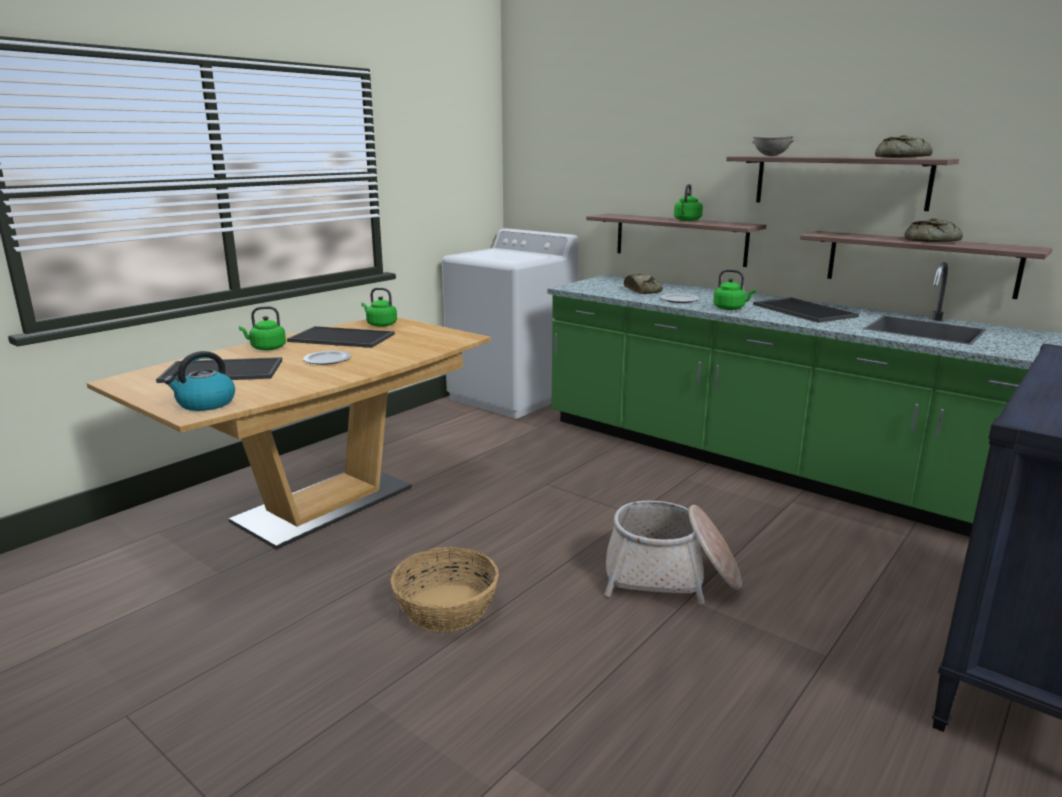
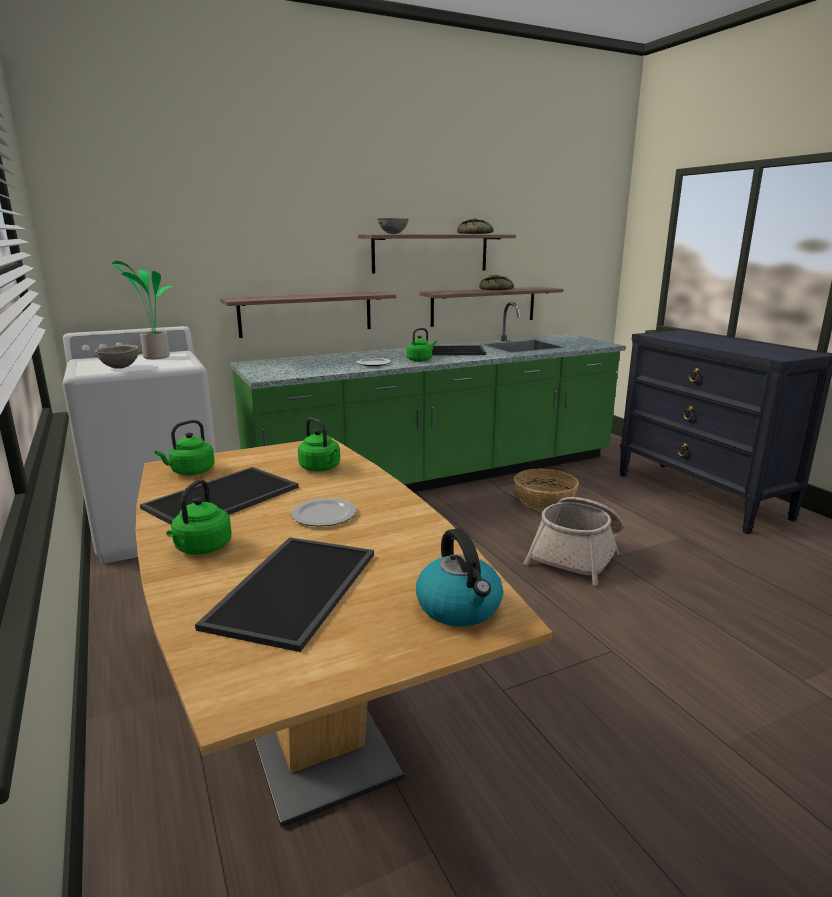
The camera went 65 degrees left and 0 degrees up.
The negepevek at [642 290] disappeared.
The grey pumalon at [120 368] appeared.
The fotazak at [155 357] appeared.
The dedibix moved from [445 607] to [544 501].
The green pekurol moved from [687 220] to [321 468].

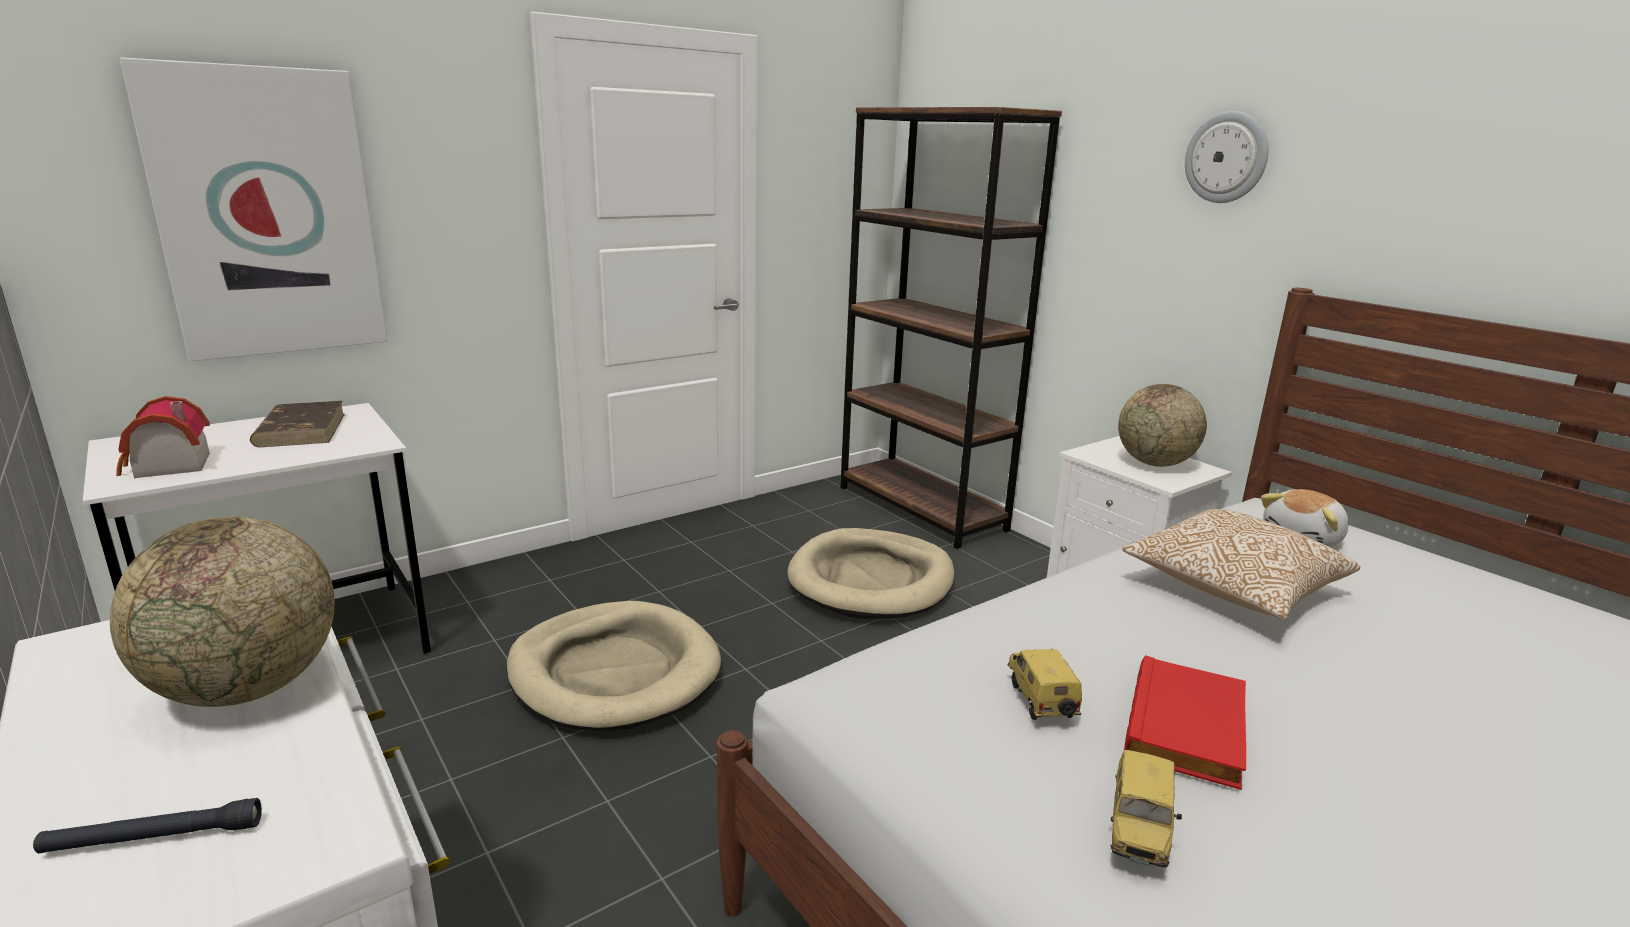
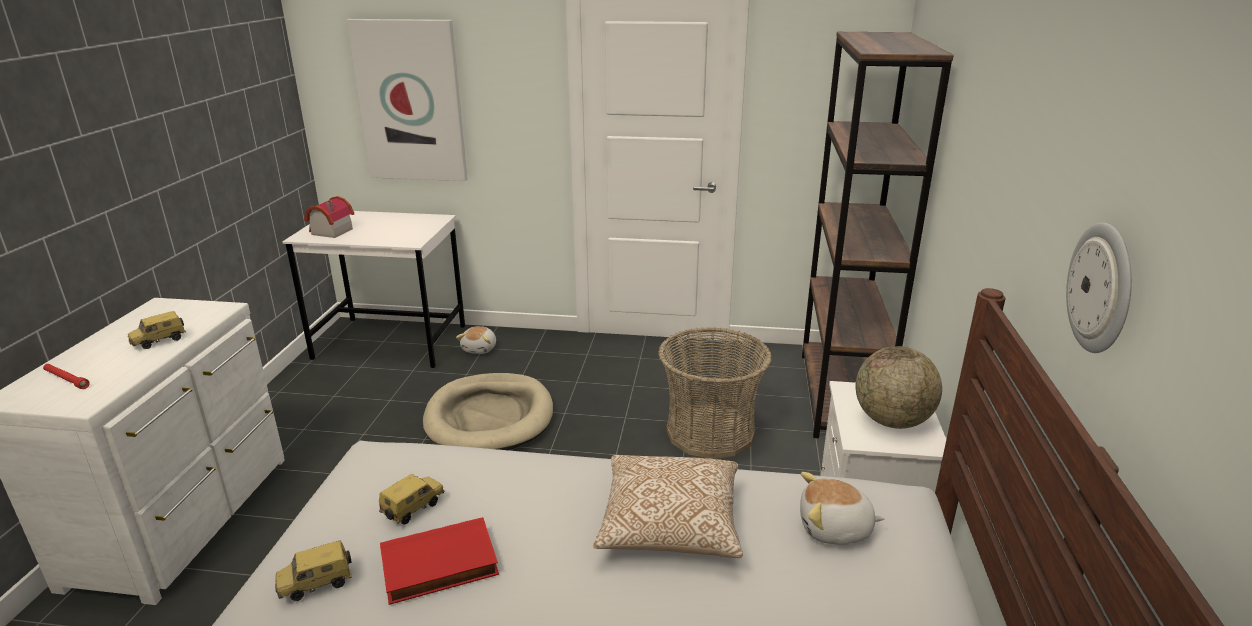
The camera went 45 degrees right and 5 degrees up.
The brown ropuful at [301 429] disappeared.
The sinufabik at [480 349] appeared.
The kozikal moved from [1226 157] to [1102 288].
The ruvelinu at [247 687] was replaced by the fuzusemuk at [160 342].
The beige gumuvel at [871 580] was replaced by the dedibix at [710 432].
The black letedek at [153 838] became the red letedek at [66 379].

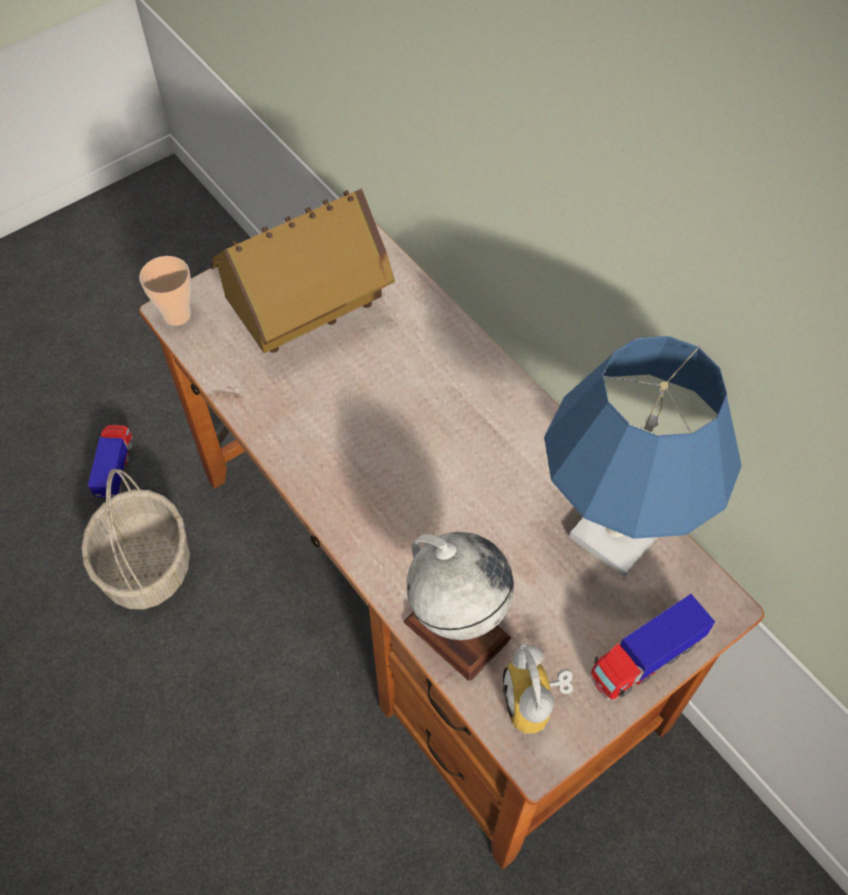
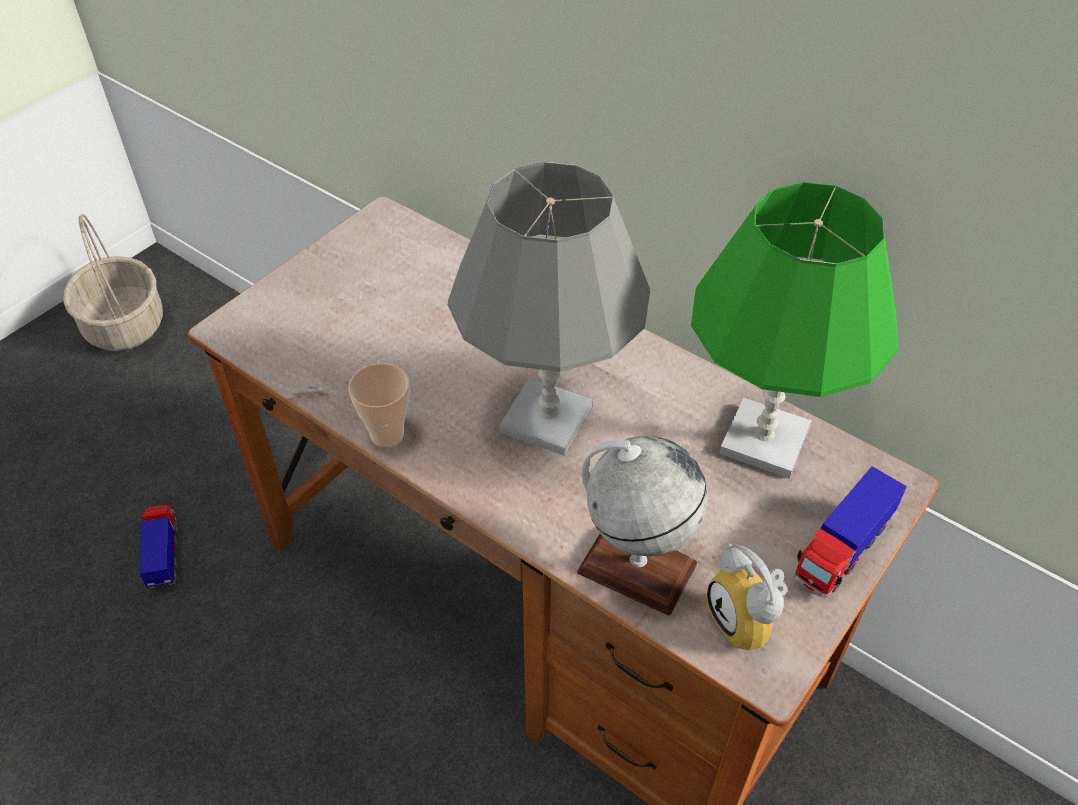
The camera went 15 degrees left and 10 degrees down.
The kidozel at [309 313] disappeared.
The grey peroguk at [547 419] appeared.
The dedibix moved from [147 566] to [125 326].
The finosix moved from [177 315] to [387 435].
The blue peroguk at [614 533] became the green peroguk at [763 440].

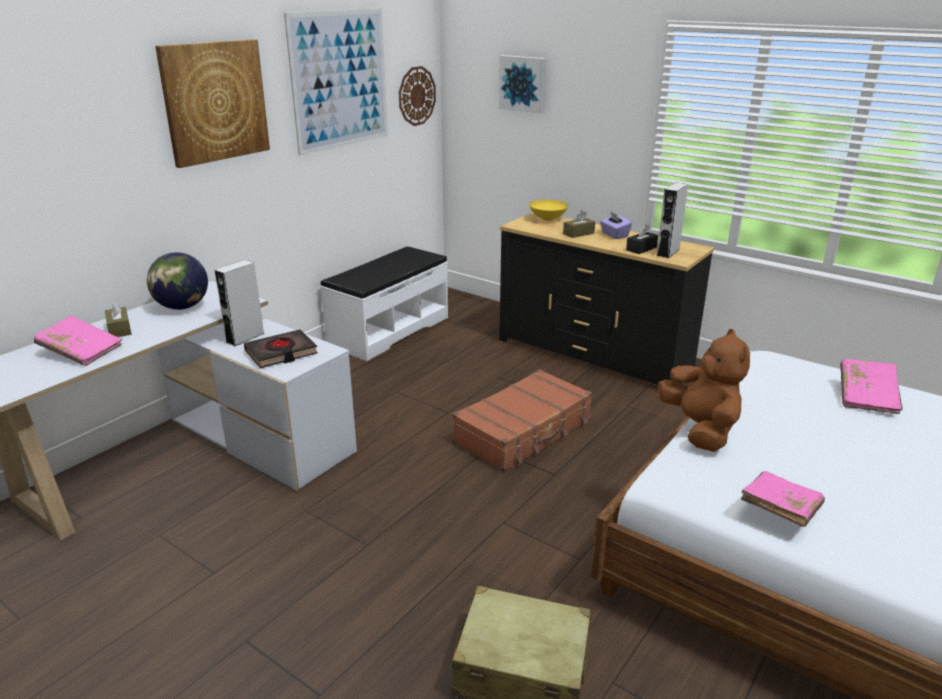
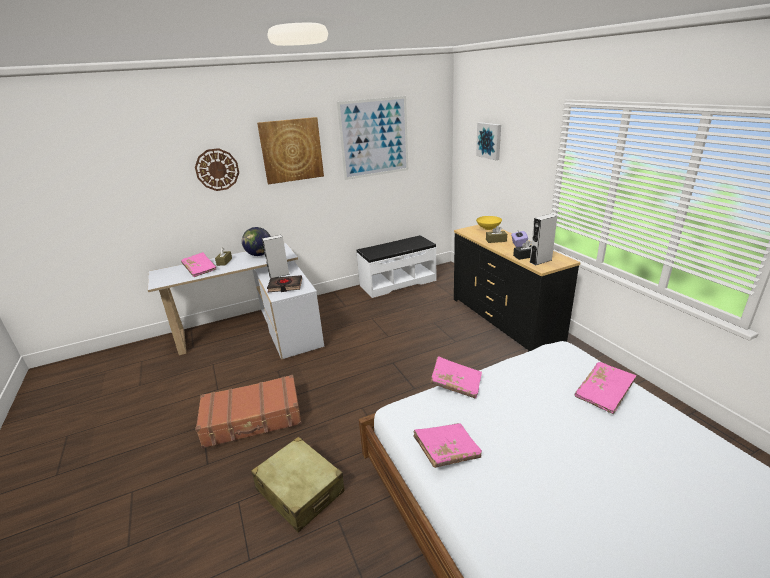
The camera went 30 degrees right and 0 degrees up.
The kozikal moved from [416 96] to [217 169].
The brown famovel moved from [524 432] to [253 419].
The brown sinufabik at [700 429] was replaced by the pink ropuful at [456 384].

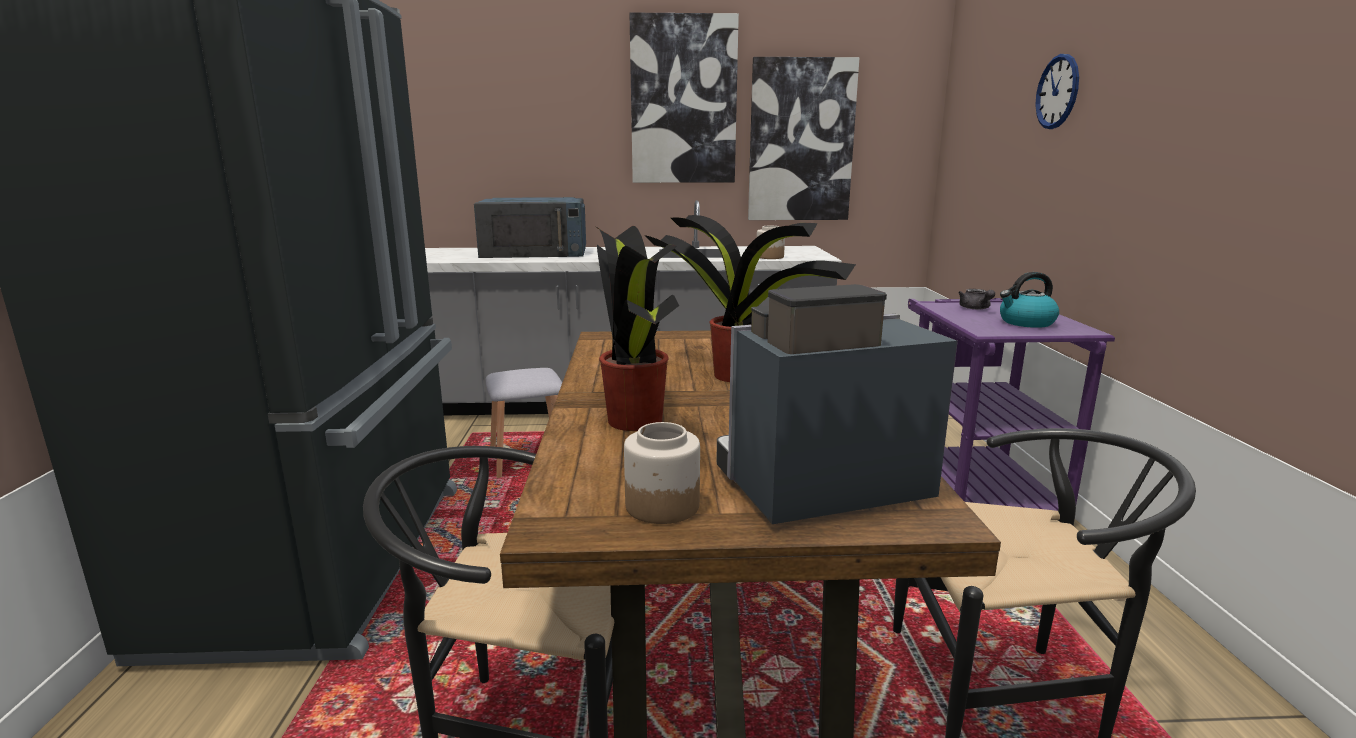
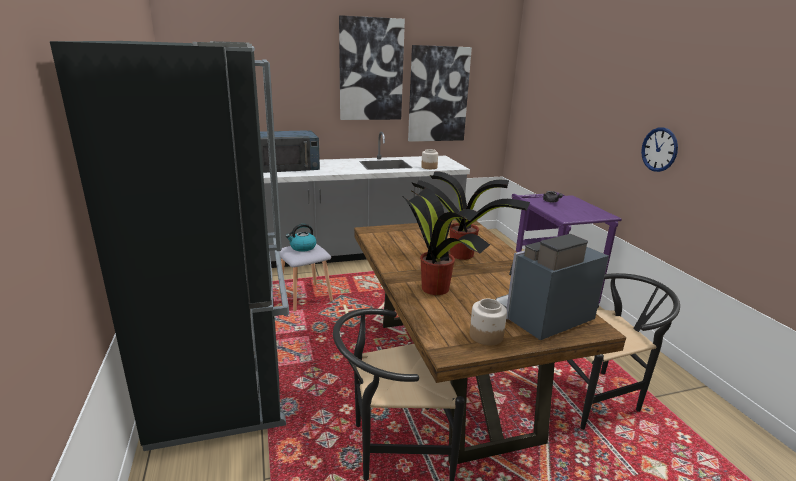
The camera went 15 degrees left and 5 degrees up.
The pekurol moved from [1026 322] to [302 247].
The kozikal moved from [1057 92] to [659 149].

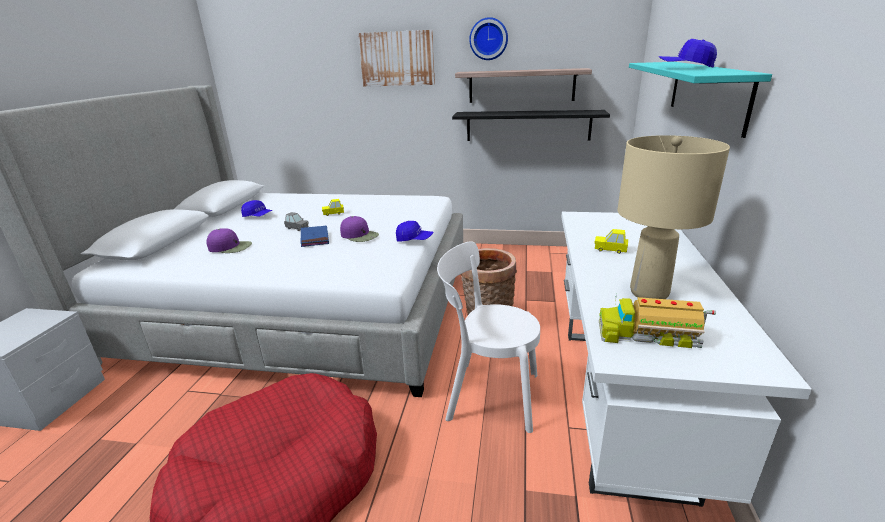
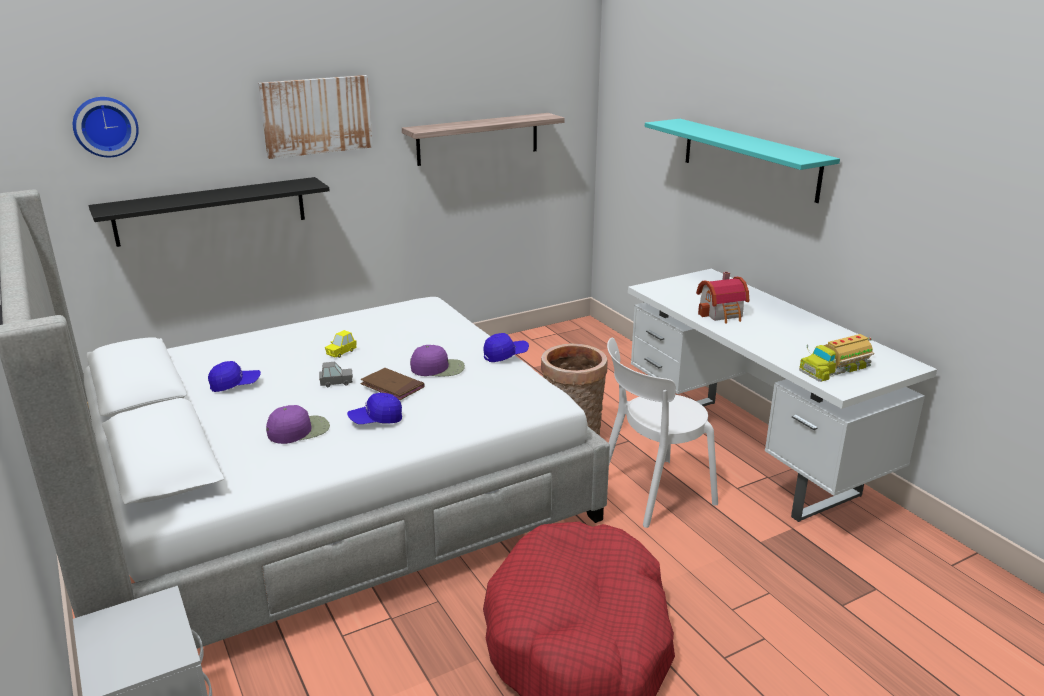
The camera went 40 degrees left and 0 degrees up.
The beige peroguk at [649 293] disappeared.
The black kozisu moved from [528 125] to [211 211].
The kozikal moved from [488 39] to [105 126].
The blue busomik moved from [685 68] to [376 420].
The yellow fuzusemuk at [610 249] was replaced by the kidozel at [723 314].
The blue ropuful at [314 238] became the brown ropuful at [392 386].

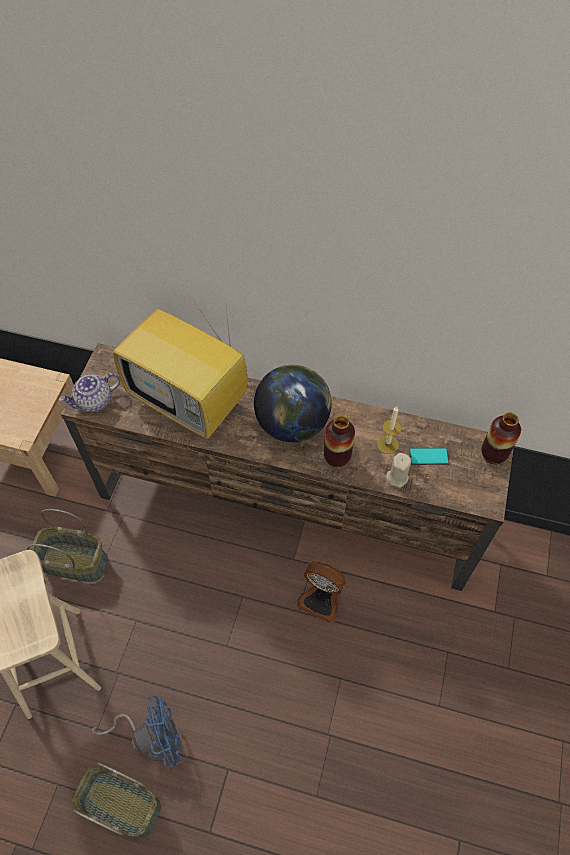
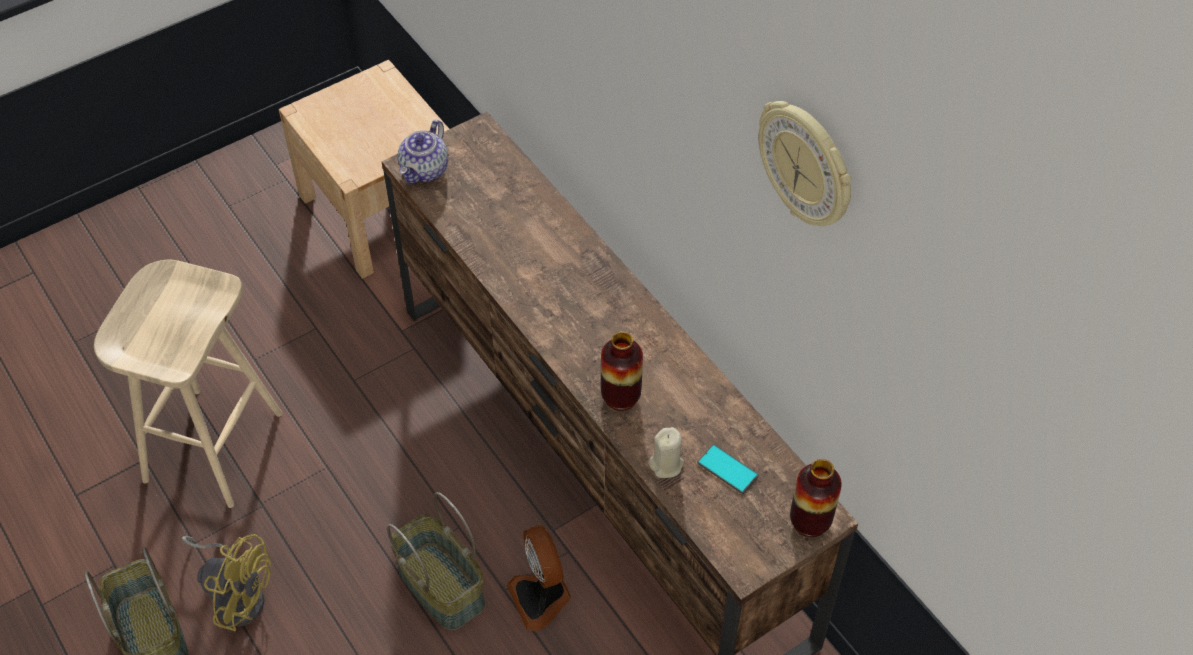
The camera went 40 degrees right and 5 degrees down.
The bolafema at [191 402] disappeared.
The ruvelinu at [292 423] disappeared.
The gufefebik at [387 444] disappeared.
The kozikal at [807 165] appeared.
The dedibix moved from [76 561] to [443 586].
The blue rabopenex at [152 737] became the yellow rabopenex at [237 594].
The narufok at [94 402] turned 75 degrees counterclockwise.

